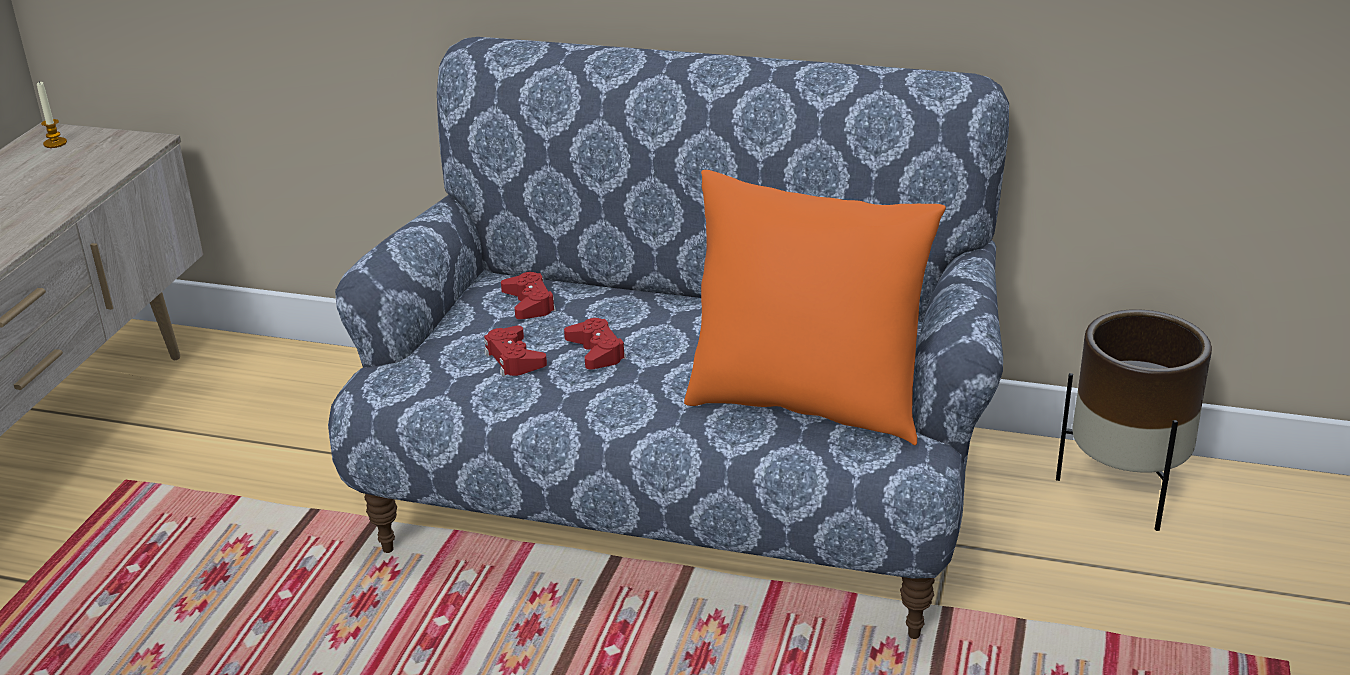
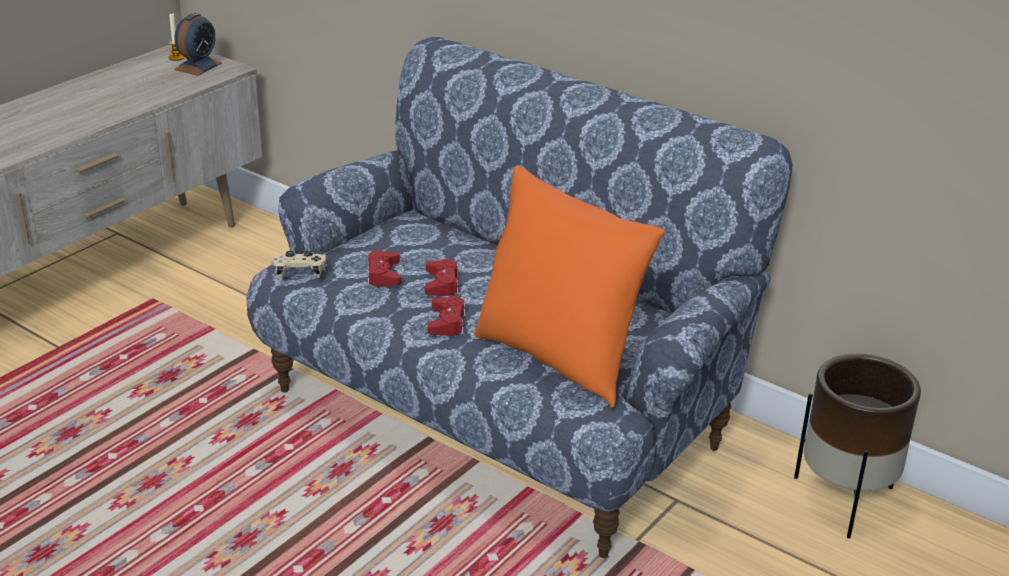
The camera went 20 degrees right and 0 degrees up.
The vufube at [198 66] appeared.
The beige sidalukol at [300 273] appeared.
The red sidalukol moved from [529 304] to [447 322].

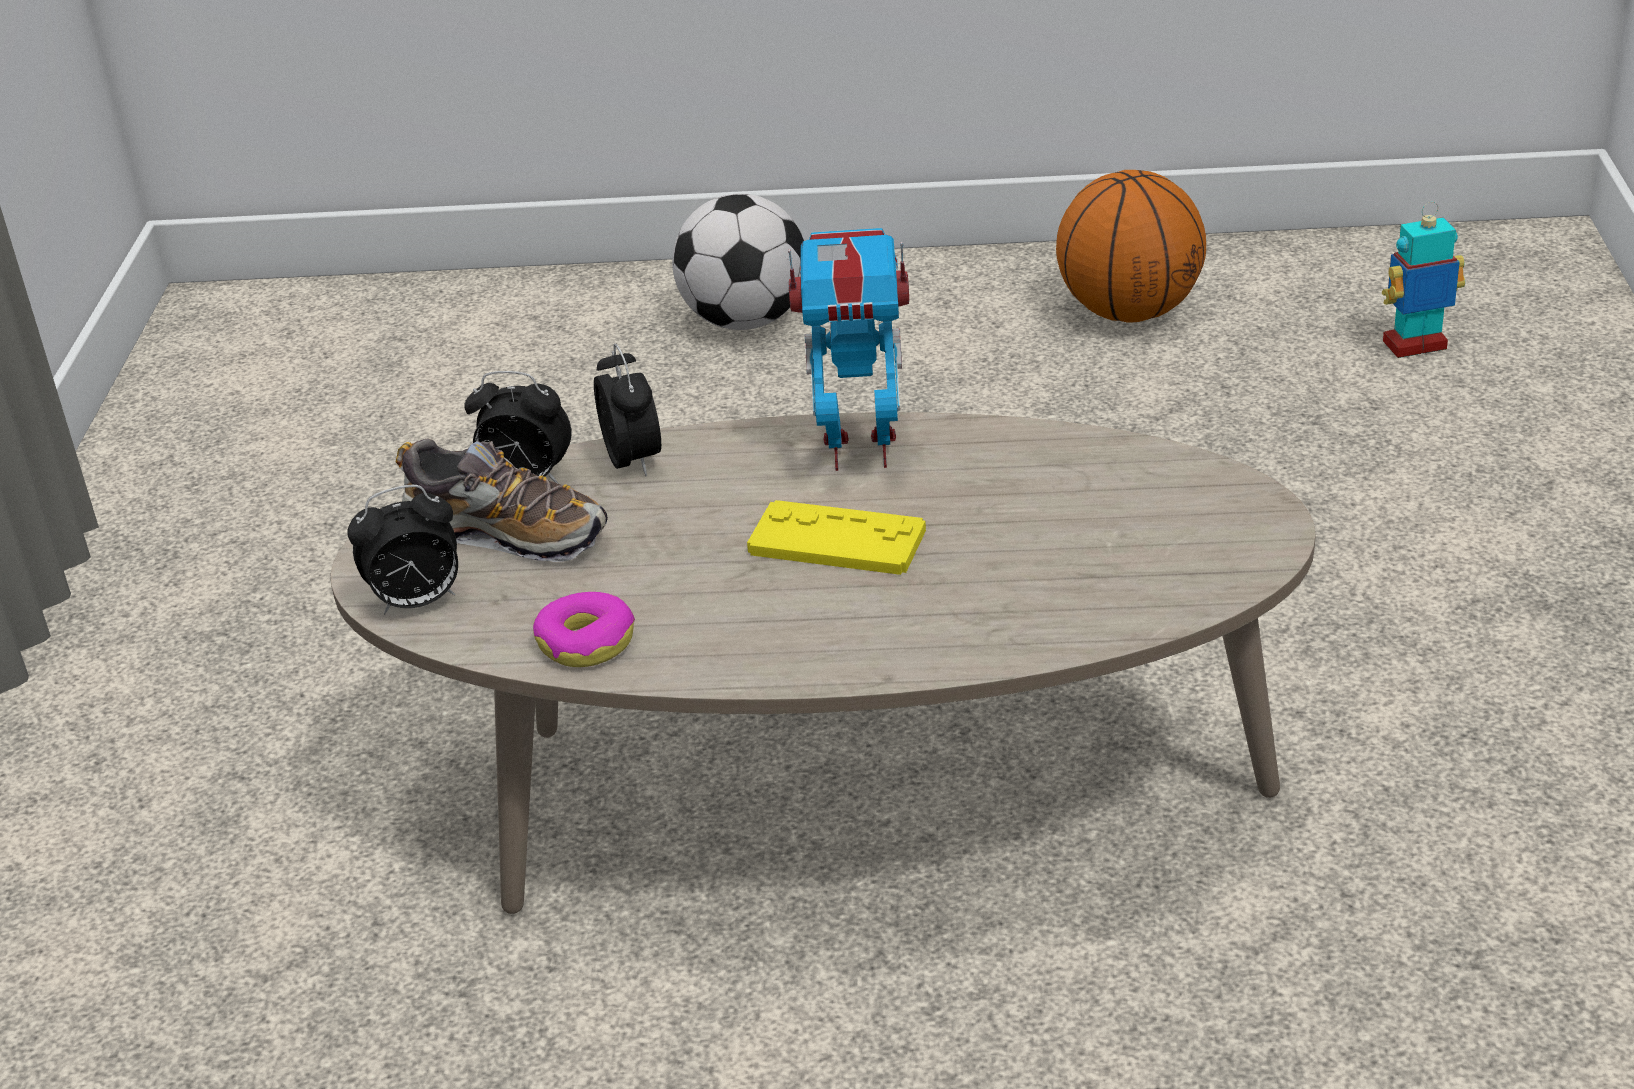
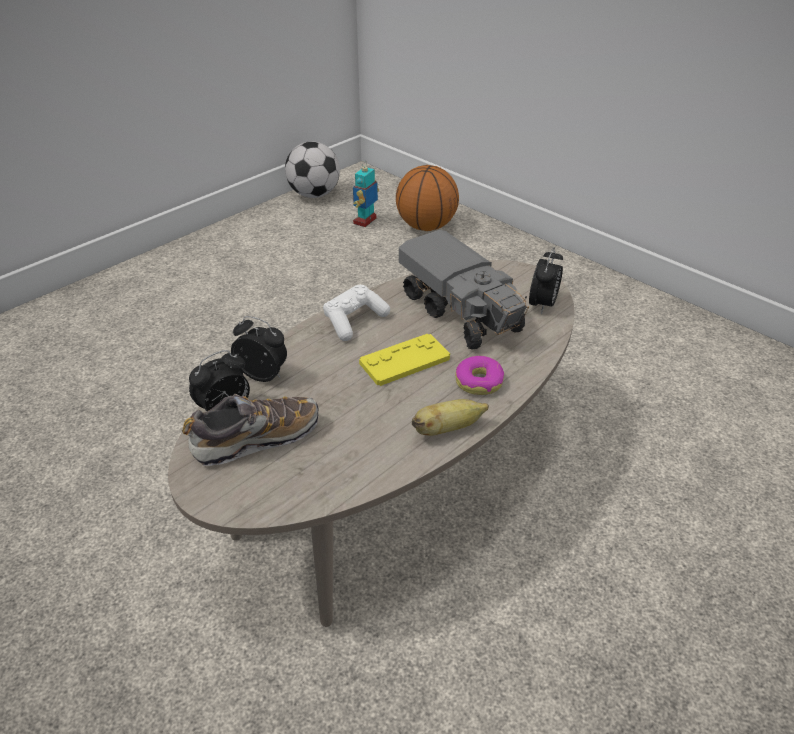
The camera went 50 degrees left and 5 degrees up.
The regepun at [462 312] appeared.
The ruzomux at [447 429] appeared.
The vufube moved from [417 603] to [543 305].
The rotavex moved from [587 642] to [479 381].
The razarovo moved from [745 321] to [314 195].
The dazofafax moved from [1130 312] to [426 226].
The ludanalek at [859 450] was replaced by the white sidalukol at [354 321].

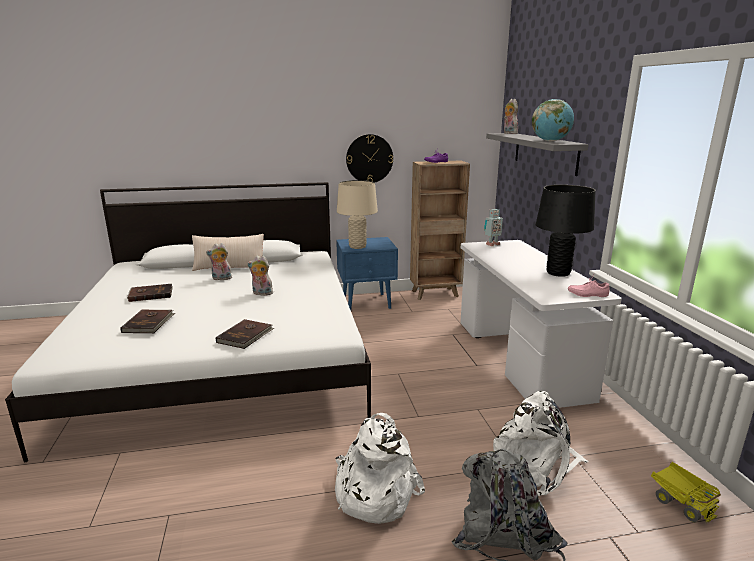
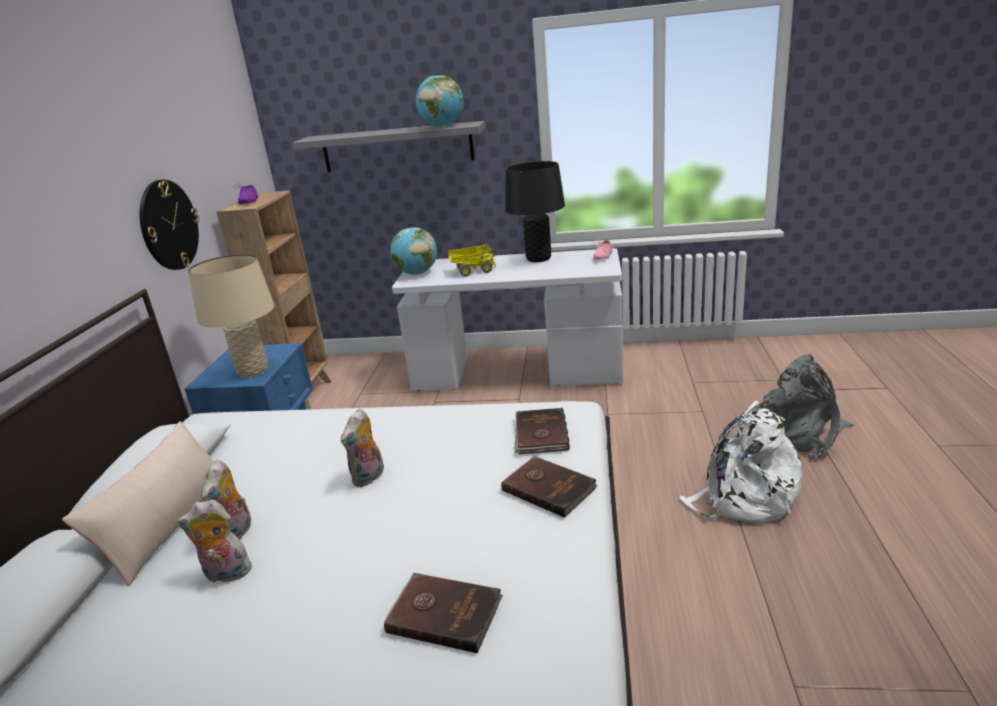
The camera went 70 degrees left and 5 degrees up.
The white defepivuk at [535 465] disappeared.
The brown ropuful moved from [150 294] to [540 434].
The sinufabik moved from [508 133] to [225 574].
The regepun moved from [681 503] to [472 271].
The ludanalek at [491 244] was replaced by the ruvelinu at [417 273].

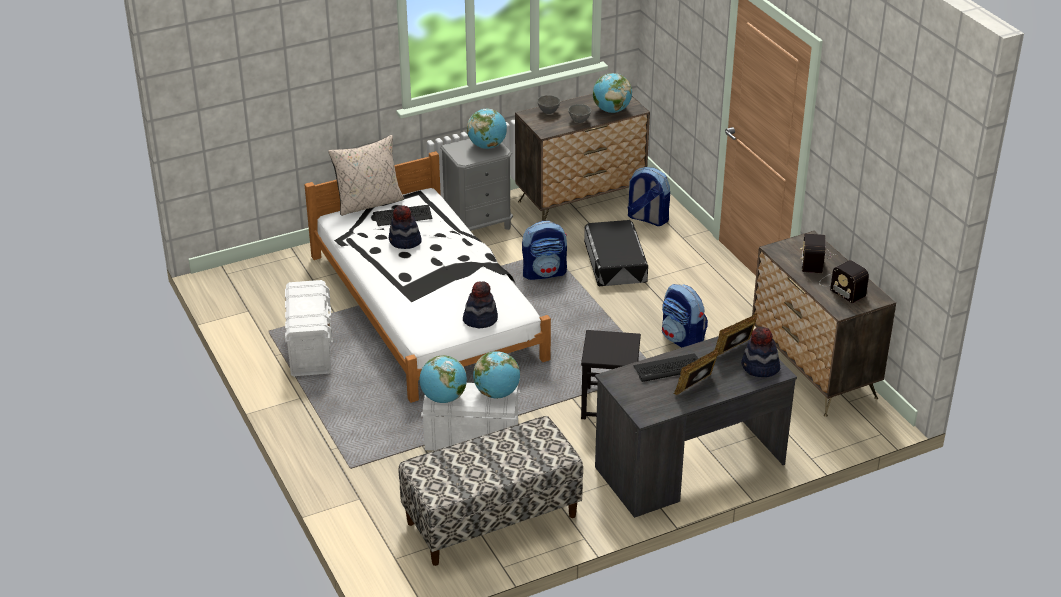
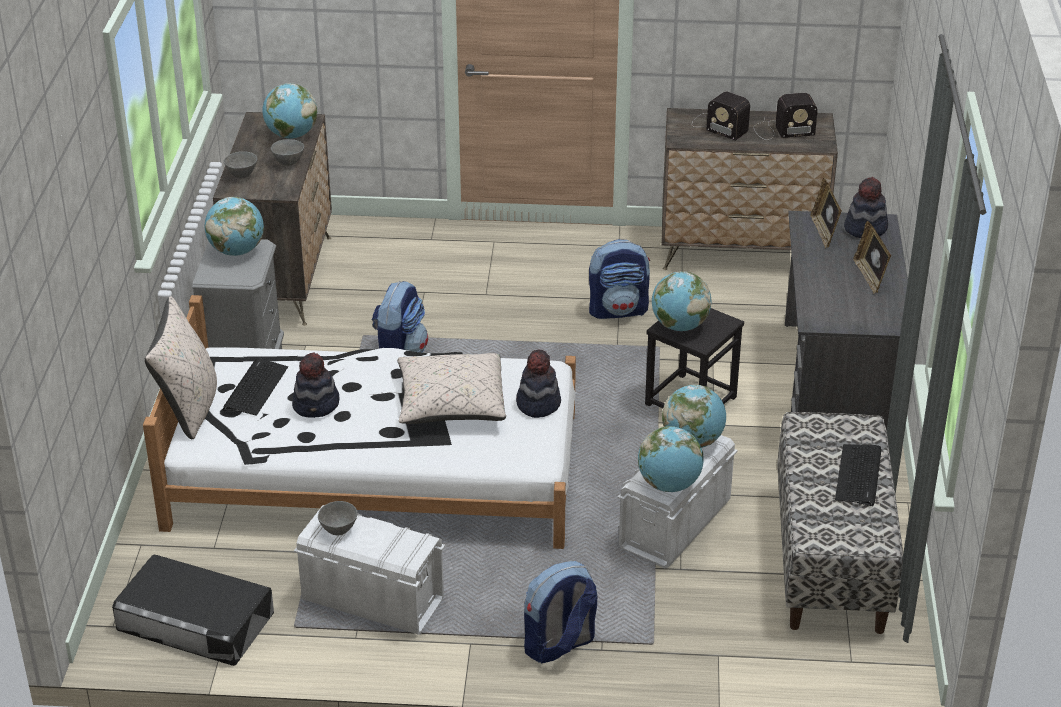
The camera went 60 degrees left and 0 degrees up.
The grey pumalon at [339 531] appeared.
The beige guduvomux at [451 405] appeared.
The ruvelinu at [679 326] appeared.
The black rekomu moved from [614 261] to [195 621].
The defepivuk moved from [647 218] to [559 645].
The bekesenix moved from [669 368] to [859 475].

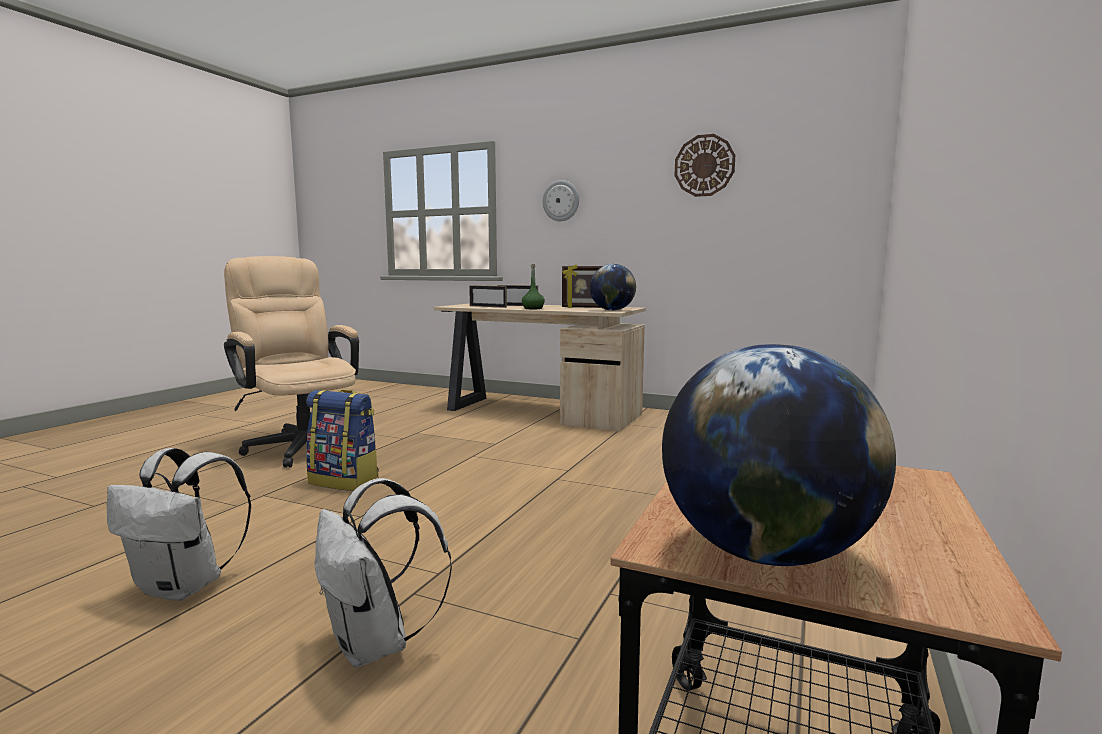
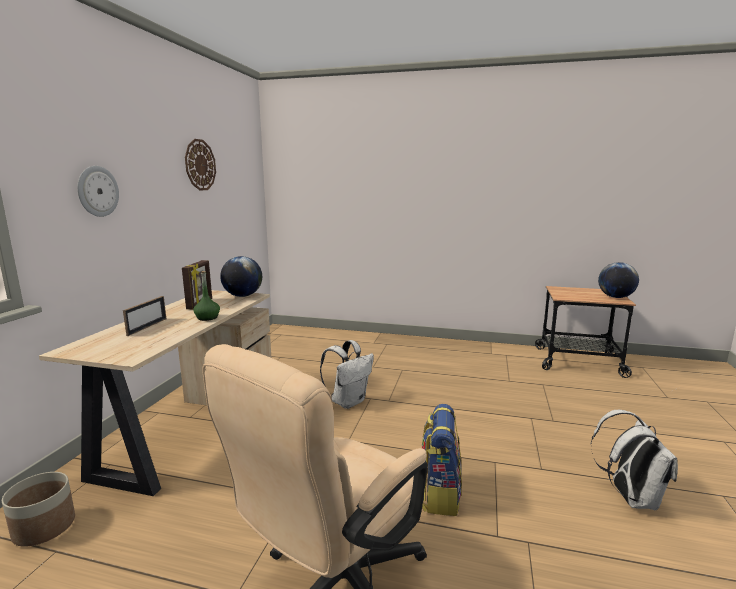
The camera went 100 degrees left and 5 degrees up.
The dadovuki at [488 306] disappeared.
The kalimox at [44 527] appeared.
The white defepivuk moved from [376 645] to [348 401].

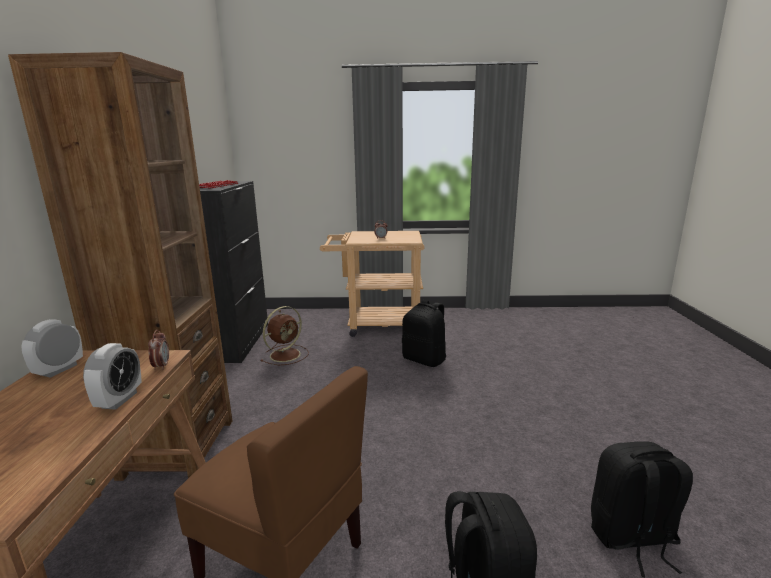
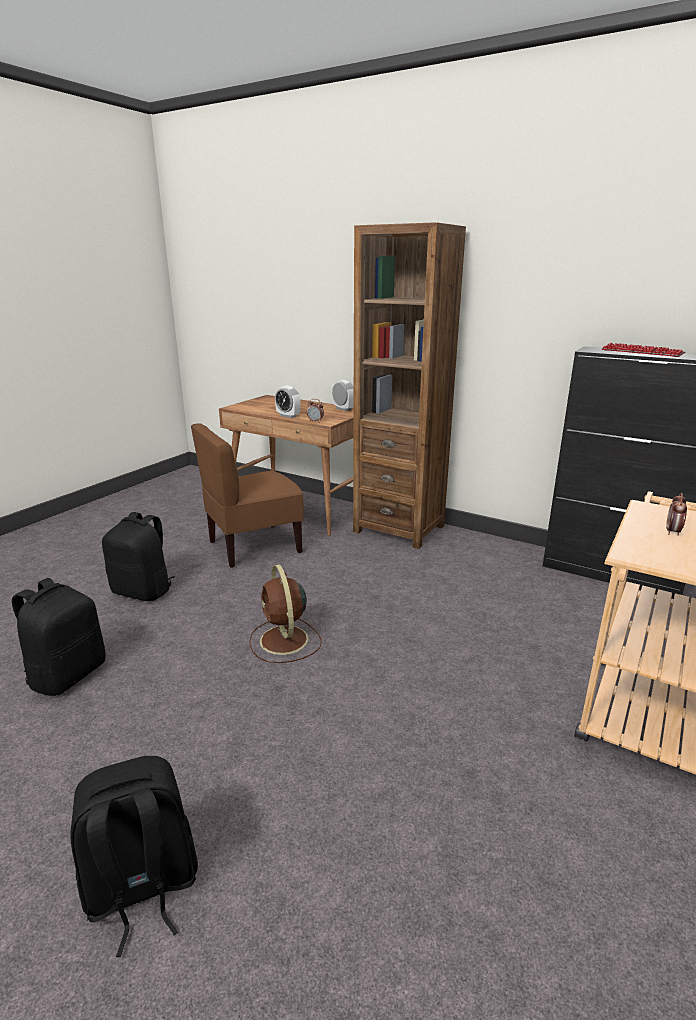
The camera went 120 degrees right and 5 degrees up.
The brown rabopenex moved from [286 354] to [284 641].
The black defepivuk moved from [425 360] to [142 888].

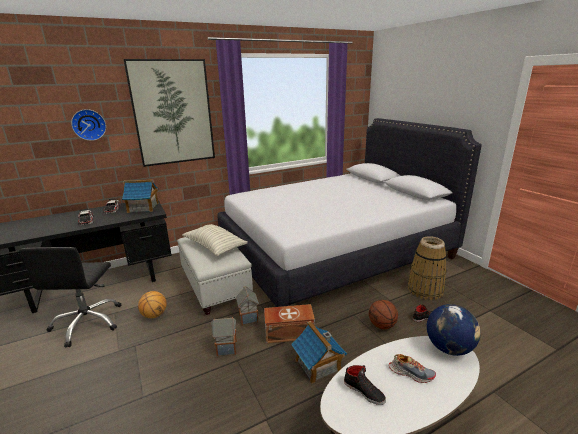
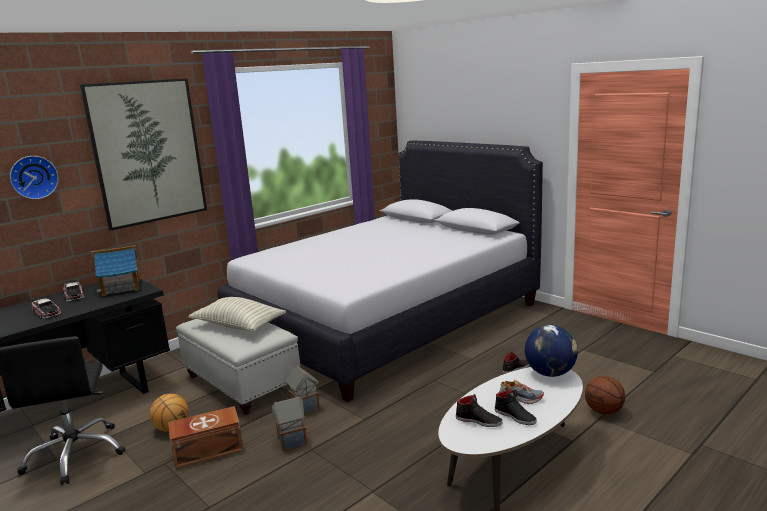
The camera went 15 degrees left and 5 degrees down.
The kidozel at [318 365] disappeared.
The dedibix at [425 290] disappeared.
The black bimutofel at [515 416] appeared.
The brown rekomu moved from [288 332] to [207 450].
The dazofafax moved from [382 325] to [604 411].

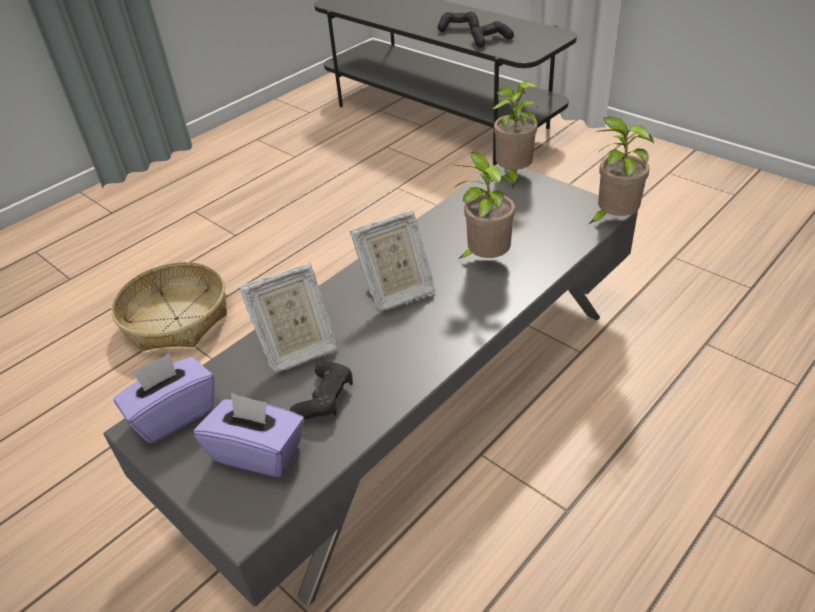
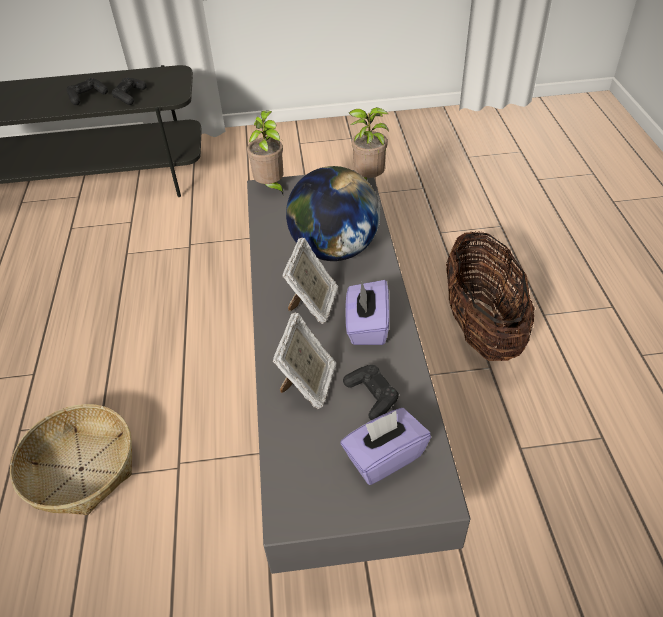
The camera went 50 degrees left and 5 degrees up.
The dedibix at [481 326] appeared.
The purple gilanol moved from [174 414] to [367 326].
The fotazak at [485 259] was replaced by the ruvelinu at [334 249].

